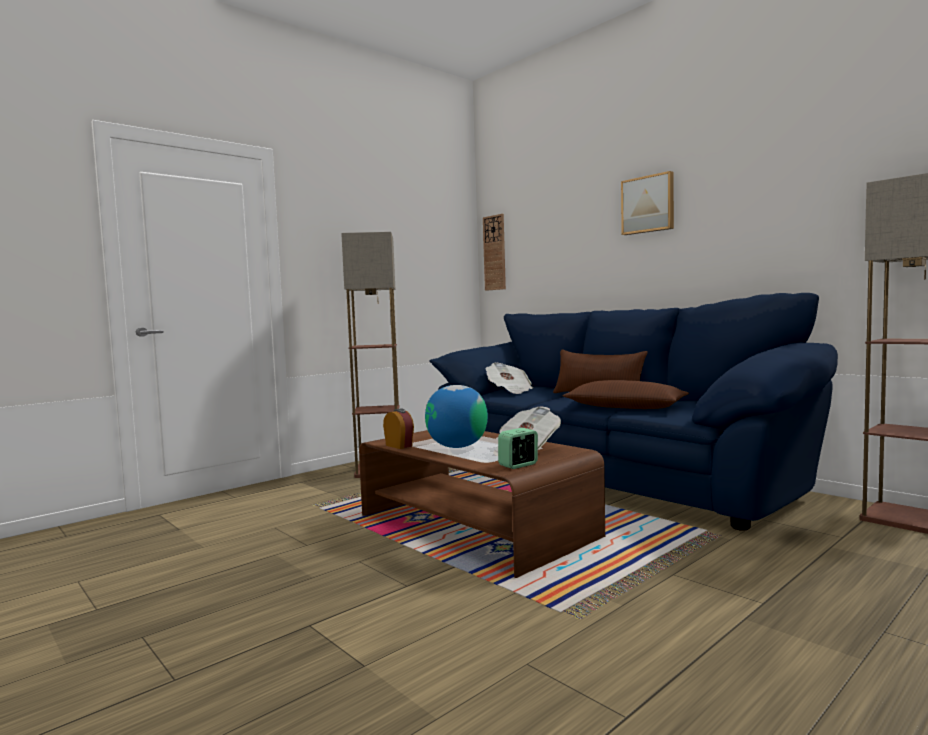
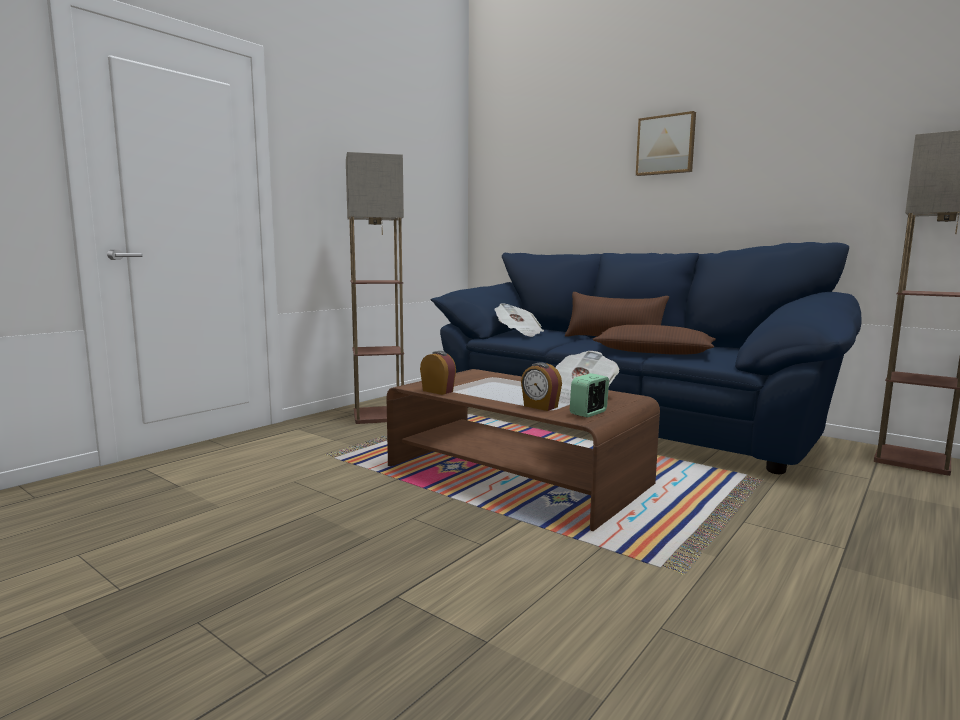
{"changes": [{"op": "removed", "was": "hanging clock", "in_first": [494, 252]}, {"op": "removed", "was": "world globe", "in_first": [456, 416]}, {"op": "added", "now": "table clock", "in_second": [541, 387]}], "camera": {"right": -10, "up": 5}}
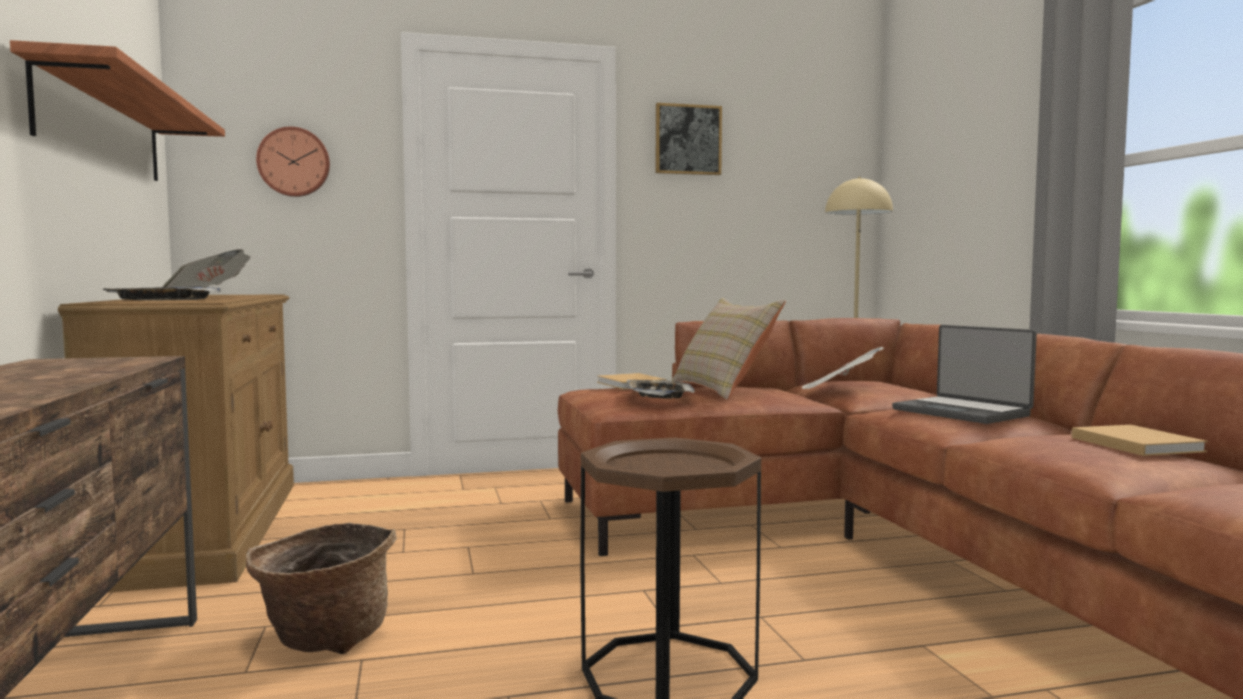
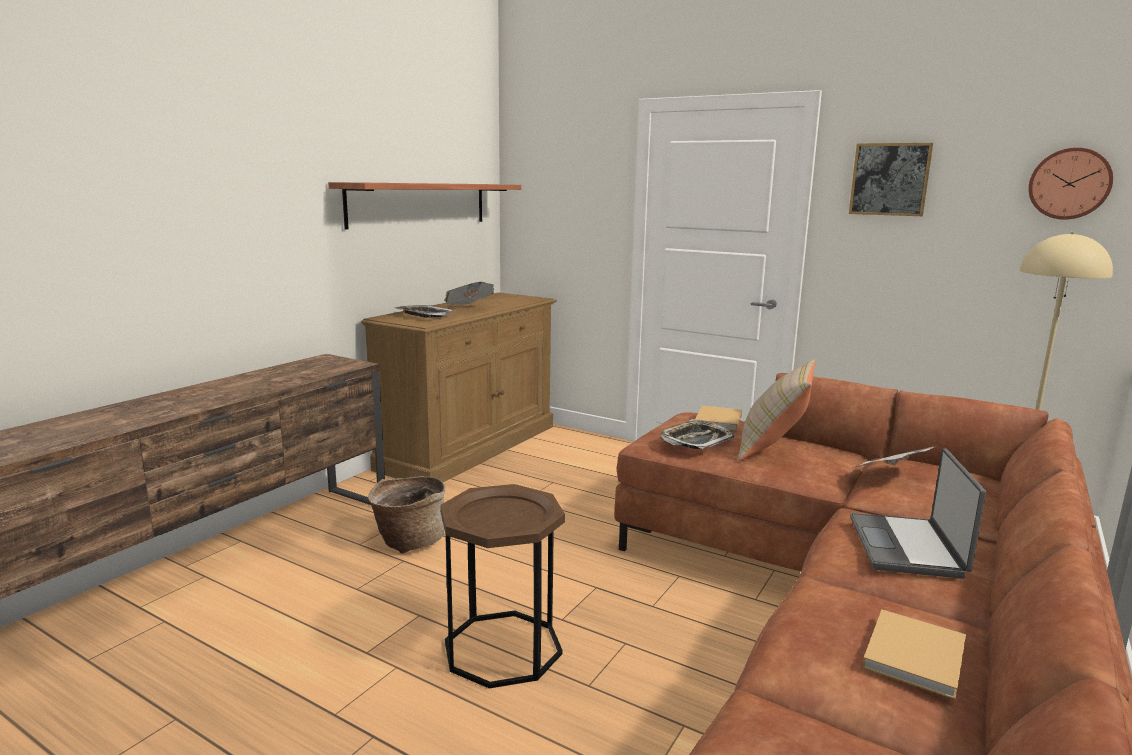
{"changes": [{"op": "moved", "was": "hanging clock", "in_first": [293, 162], "in_second": [1070, 183]}], "camera": {"right": 45, "up": 10}}
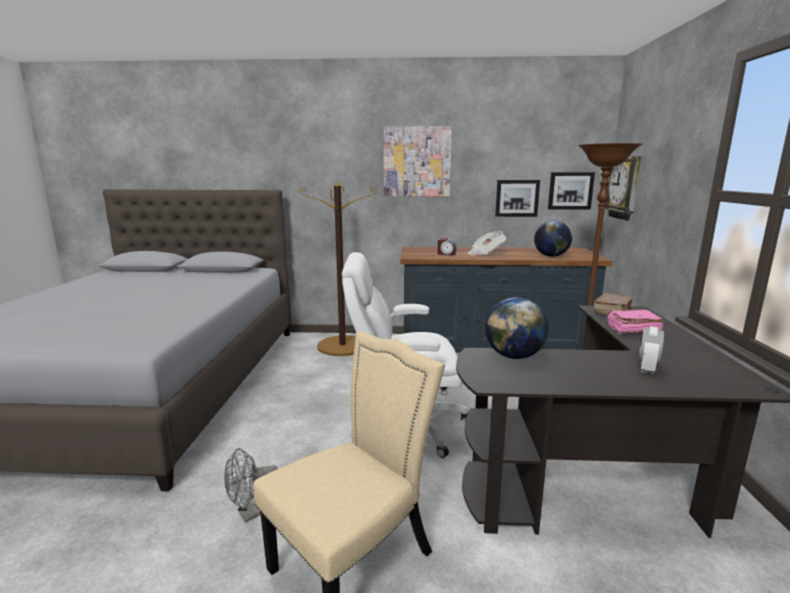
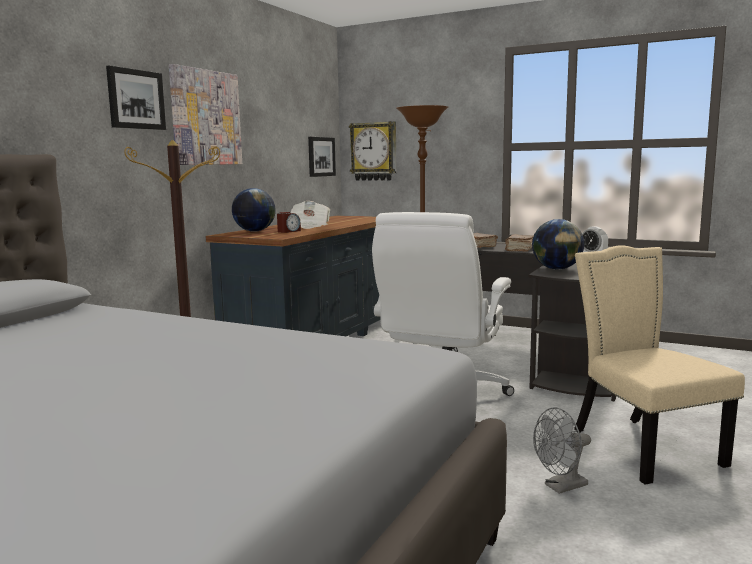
{"changes": [{"op": "moved", "was": "wall art", "in_first": [517, 198], "in_second": [136, 97]}, {"op": "moved", "was": "world globe", "in_first": [553, 238], "in_second": [254, 210]}, {"op": "recoloured", "was": "pink bound book", "now": "brown bound book", "in_first": [635, 322], "in_second": [519, 243]}, {"op": "turned", "was": "greyish electric fan", "in_first": [251, 485], "in_second": [562, 450], "clockwise": 75}], "camera": {"right": -65, "up": -5}}
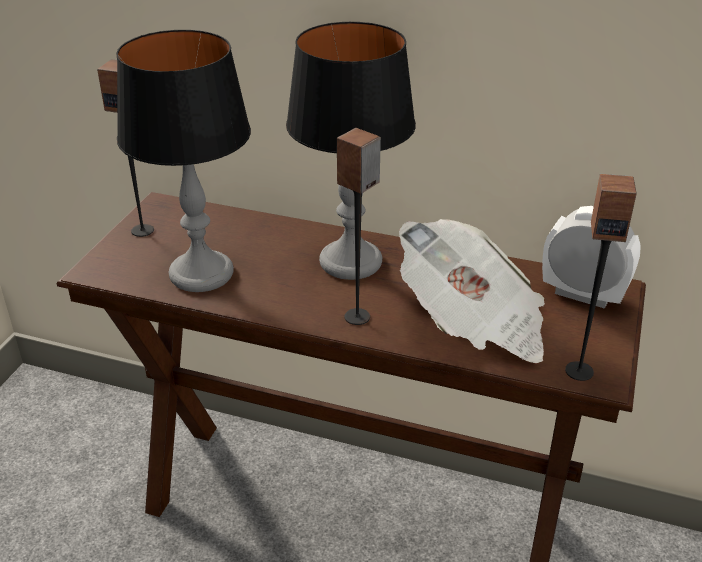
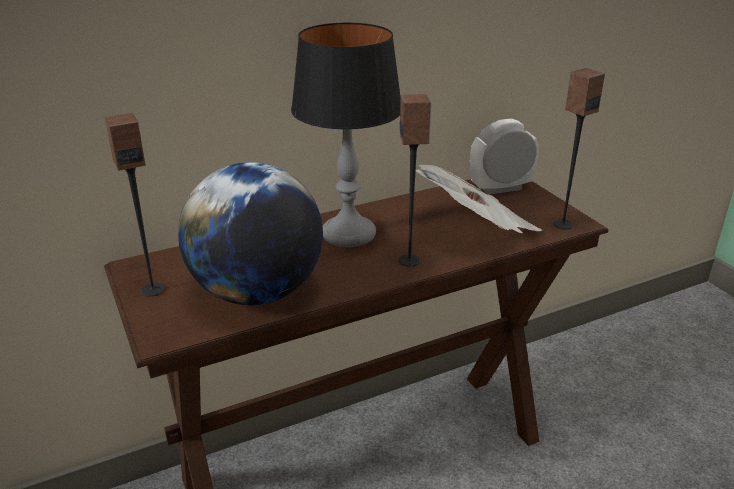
{"changes": [{"op": "replaced", "was": "table lamp", "now": "world globe", "in_first": [183, 161], "in_second": [250, 233]}], "camera": {"right": -45, "up": -5}}
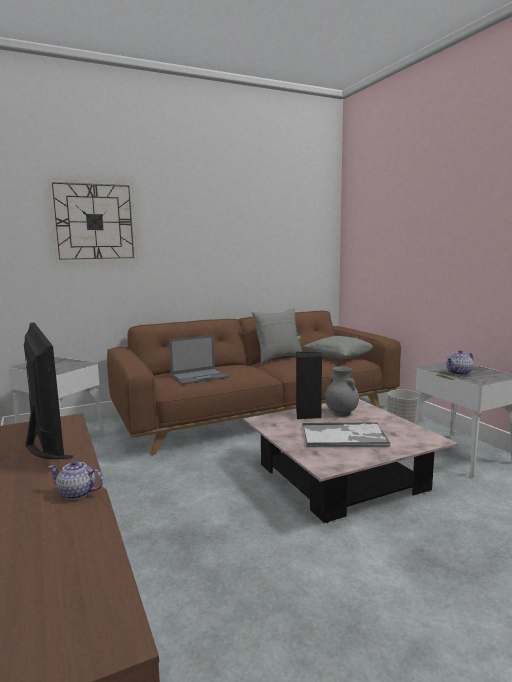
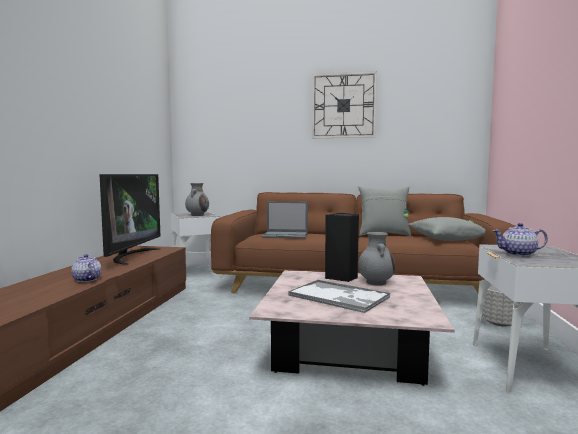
{"changes": [{"op": "moved", "was": "hanging clock", "in_first": [92, 221], "in_second": [344, 104]}, {"op": "added", "now": "greyish vase", "in_second": [197, 199]}], "camera": {"right": 35, "up": -5}}
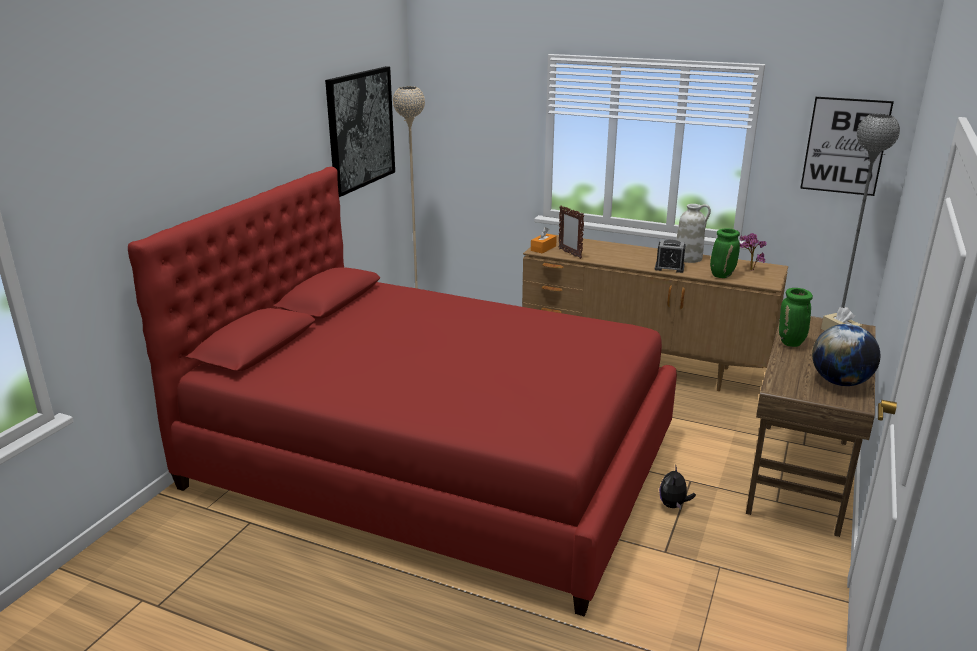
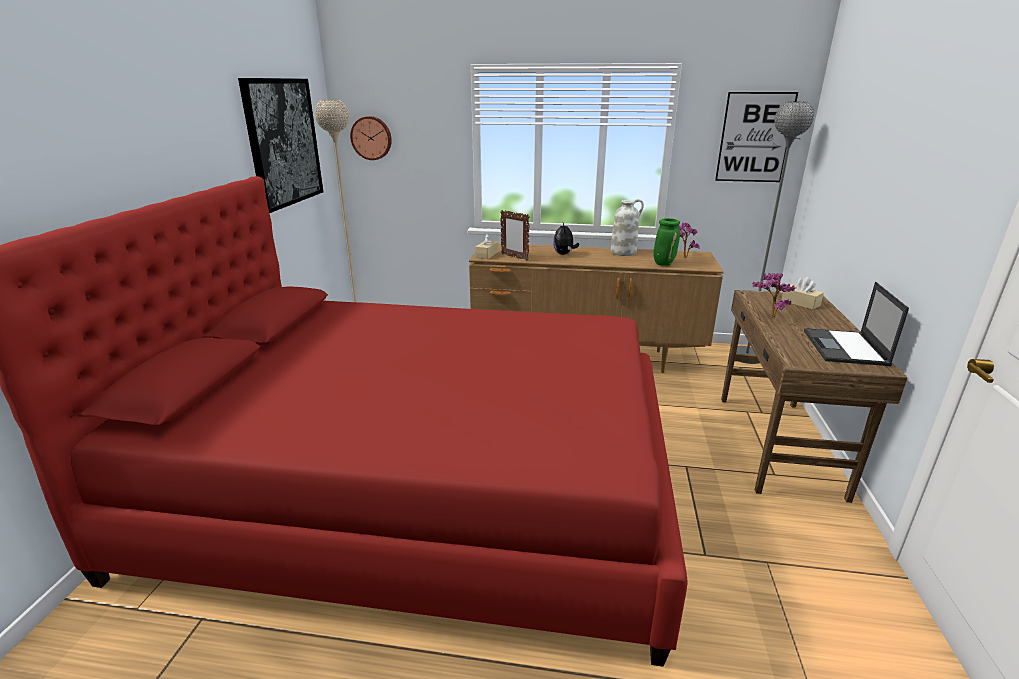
{"changes": [{"op": "recoloured", "was": "orange-coloured tissue box", "now": "beige-coloured tissue box", "in_first": [544, 240], "in_second": [486, 246]}, {"op": "removed", "was": "table clock", "in_first": [670, 256]}, {"op": "replaced", "was": "green-coloured vase", "now": "potted plant", "in_first": [796, 317], "in_second": [773, 295]}, {"op": "replaced", "was": "world globe", "now": "notebook computer", "in_first": [846, 355], "in_second": [856, 324]}, {"op": "moved", "was": "soft toy", "in_first": [677, 486], "in_second": [566, 239]}, {"op": "added", "now": "hanging clock", "in_second": [371, 138]}], "camera": {"right": -15, "up": 0}}
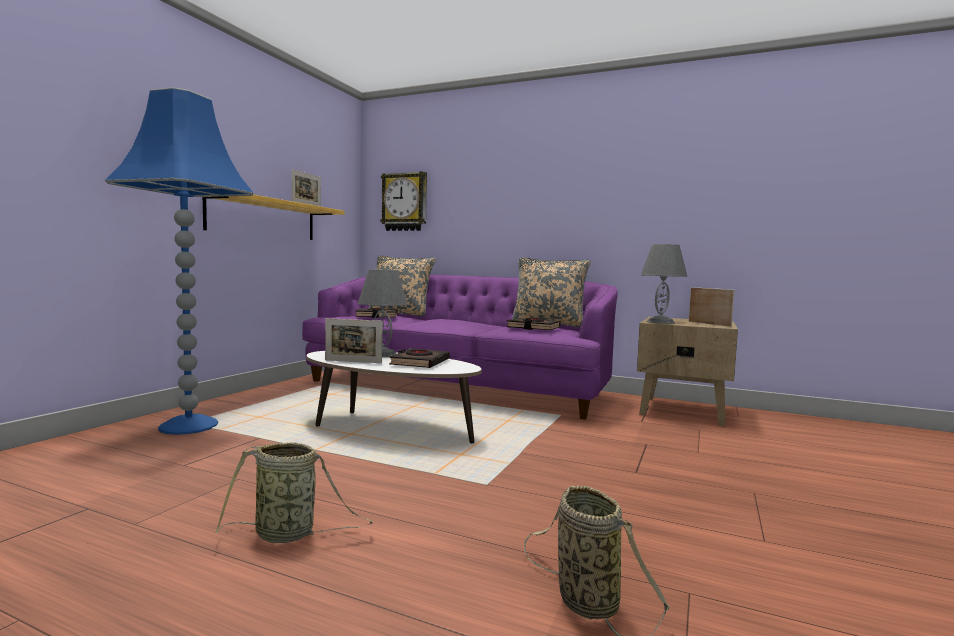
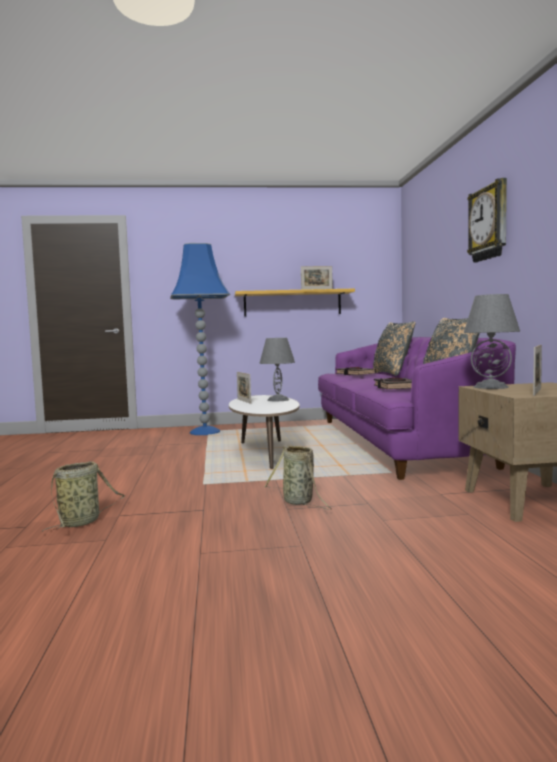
{"changes": [{"op": "moved", "was": "hanging clock", "in_first": [403, 201], "in_second": [487, 220]}, {"op": "removed", "was": "black bound book", "in_first": [419, 358]}, {"op": "moved", "was": "basket", "in_first": [294, 492], "in_second": [298, 477]}], "camera": {"right": 60, "up": 0}}
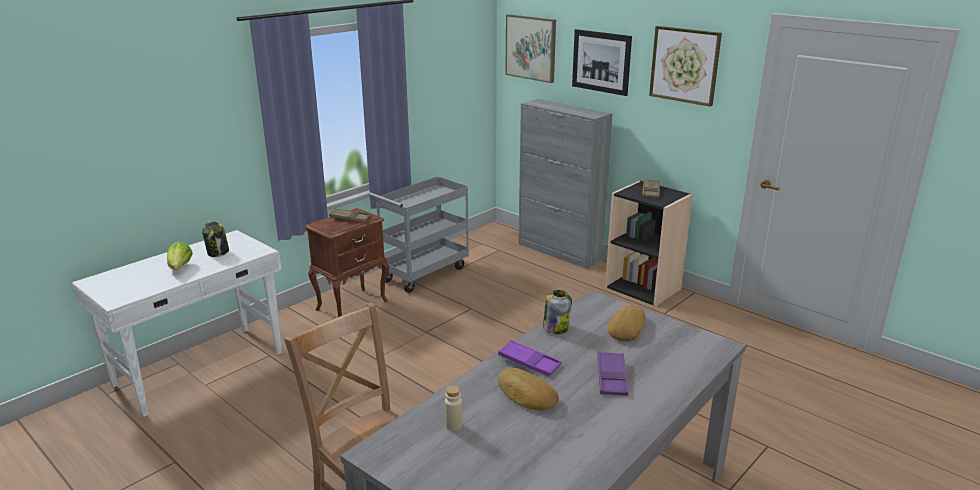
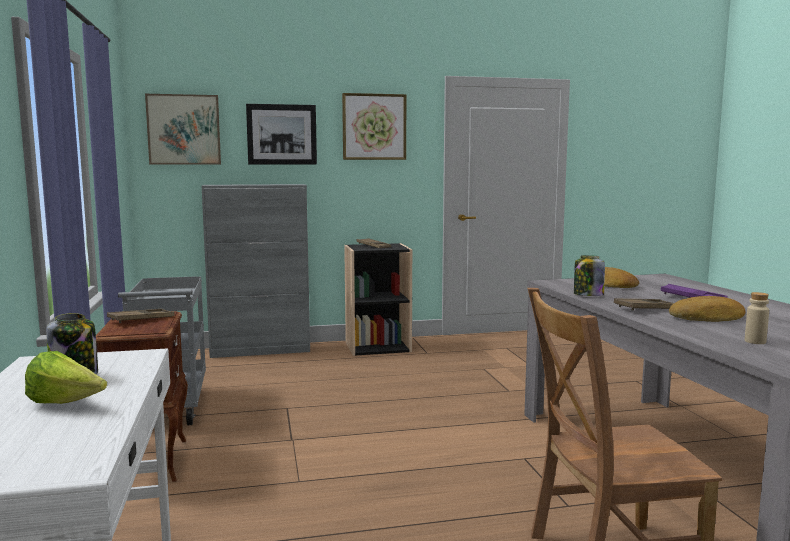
{"changes": [{"op": "recoloured", "was": "purple-coloured serving tray", "now": "brown serving tray", "in_first": [529, 358], "in_second": [644, 304]}], "camera": {"right": -55, "up": -15}}
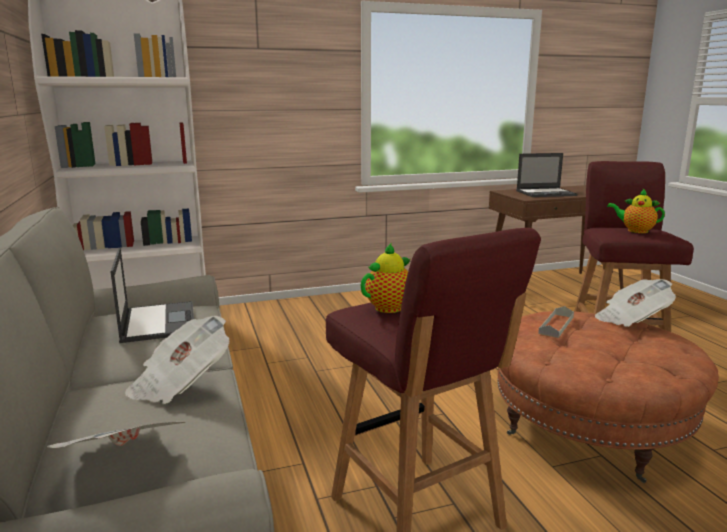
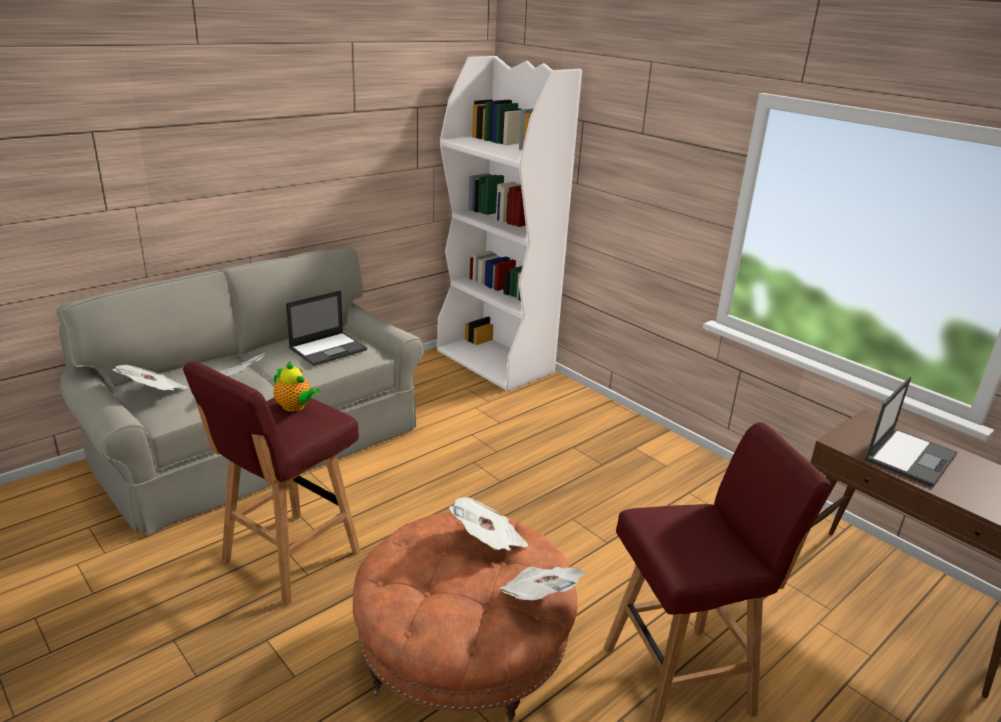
{"changes": [{"op": "turned", "was": "notebook computer", "in_first": [547, 175], "in_second": [911, 432], "clockwise": -105}, {"op": "removed", "was": "pot for tea", "in_first": [636, 211]}, {"op": "replaced", "was": "greyish serving tray", "now": "daily paper", "in_first": [556, 322], "in_second": [488, 524]}], "camera": {"right": 65, "up": 10}}
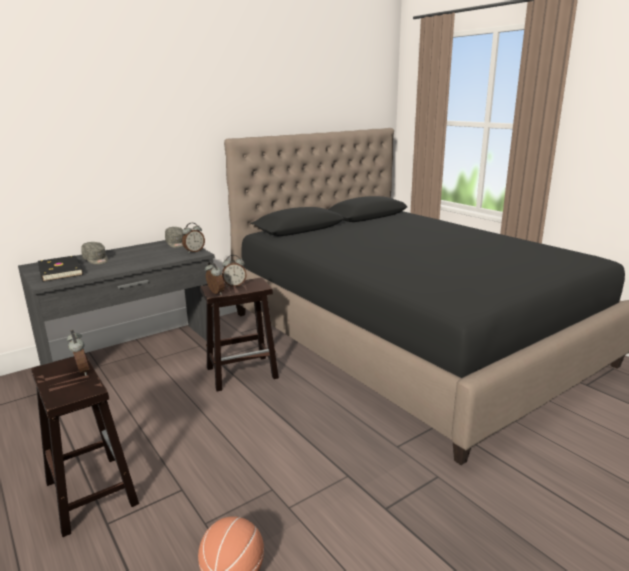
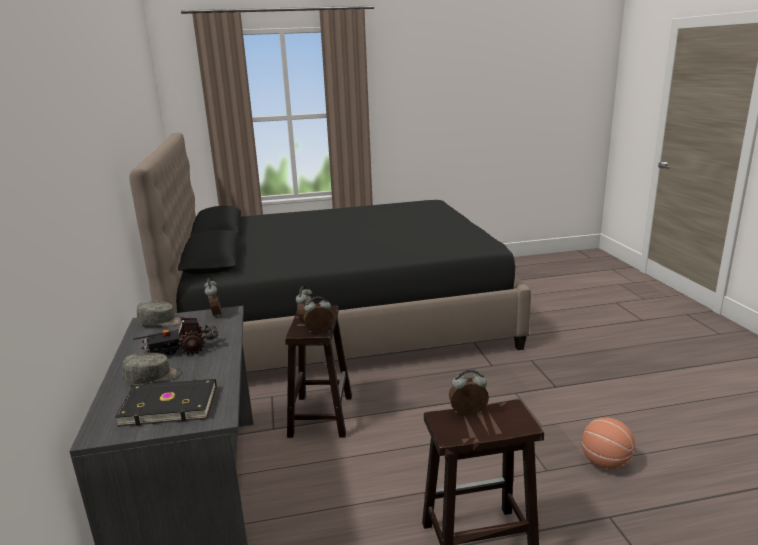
{"changes": [{"op": "added", "now": "model truck", "in_second": [175, 336]}], "camera": {"right": -65, "up": 0}}
